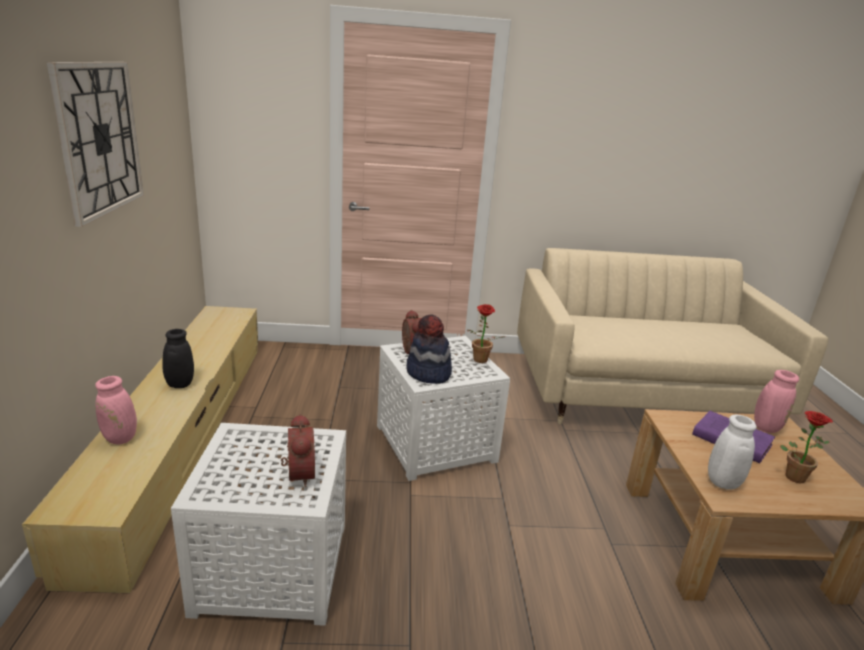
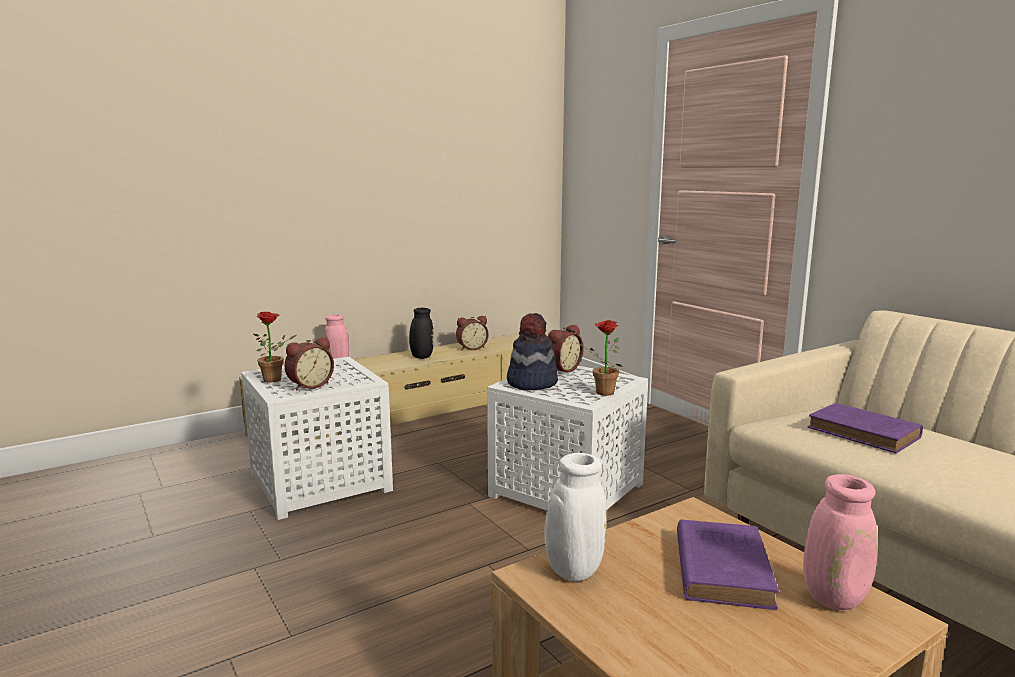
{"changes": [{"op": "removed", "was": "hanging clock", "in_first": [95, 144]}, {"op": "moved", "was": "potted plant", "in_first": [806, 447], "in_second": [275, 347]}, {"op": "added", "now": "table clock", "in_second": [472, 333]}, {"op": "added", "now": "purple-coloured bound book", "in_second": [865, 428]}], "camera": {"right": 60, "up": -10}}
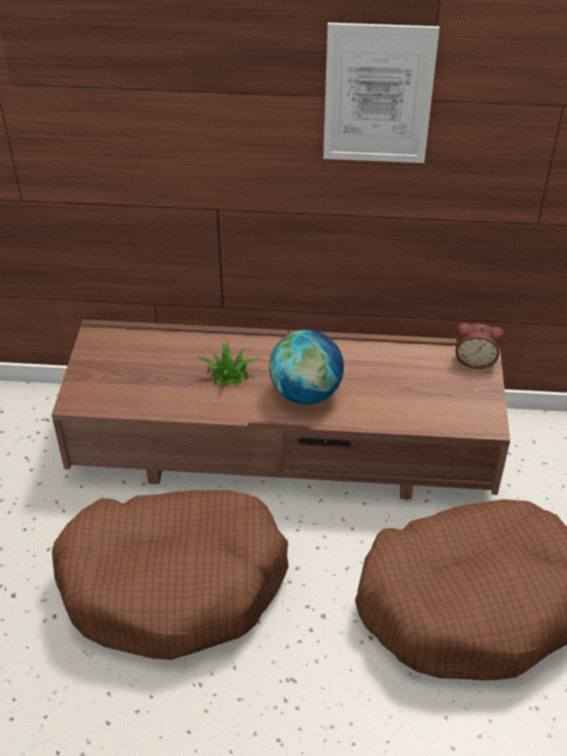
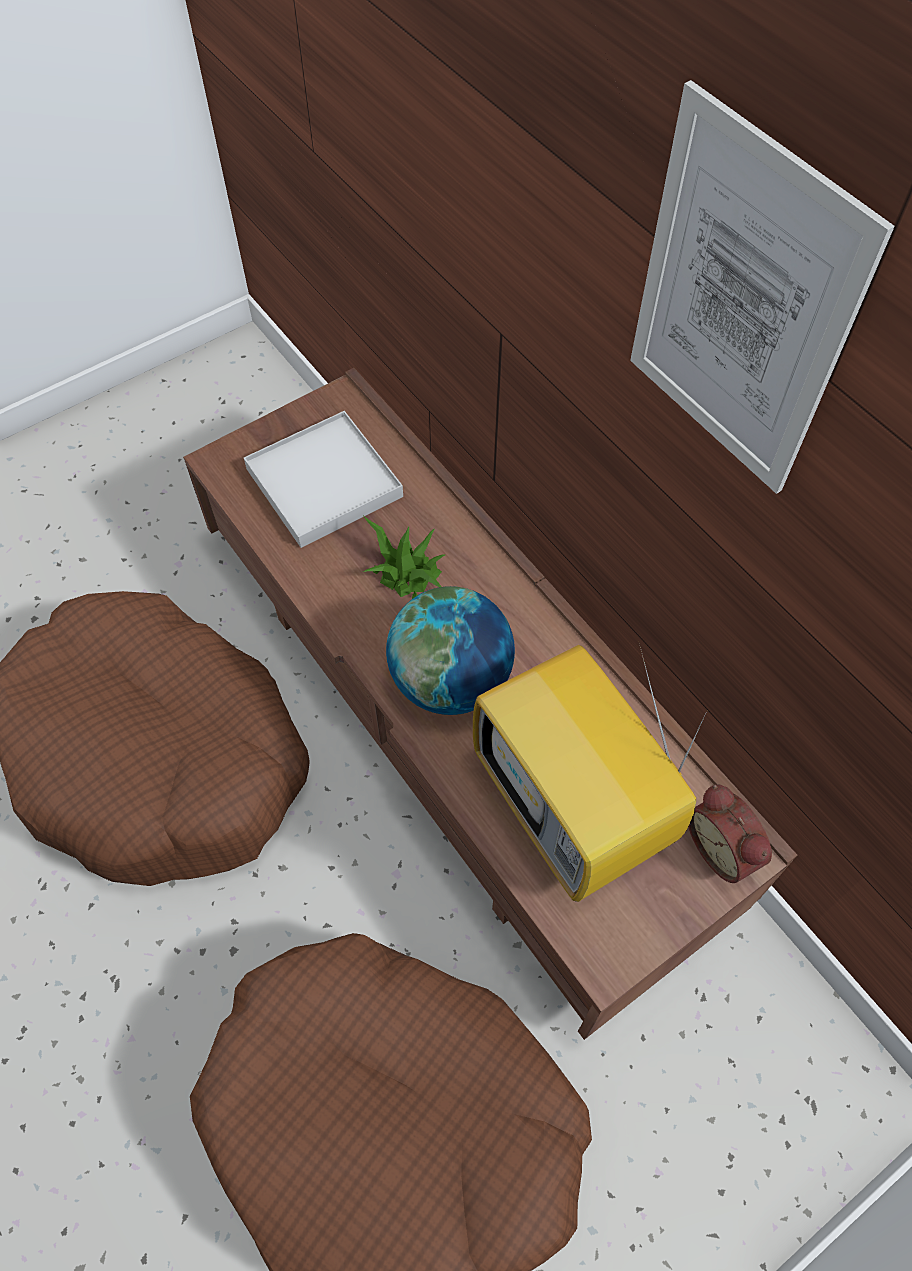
{"changes": [{"op": "added", "now": "white serving tray", "in_second": [323, 479]}, {"op": "added", "now": "television", "in_second": [591, 772]}], "camera": {"right": 50, "up": 15}}
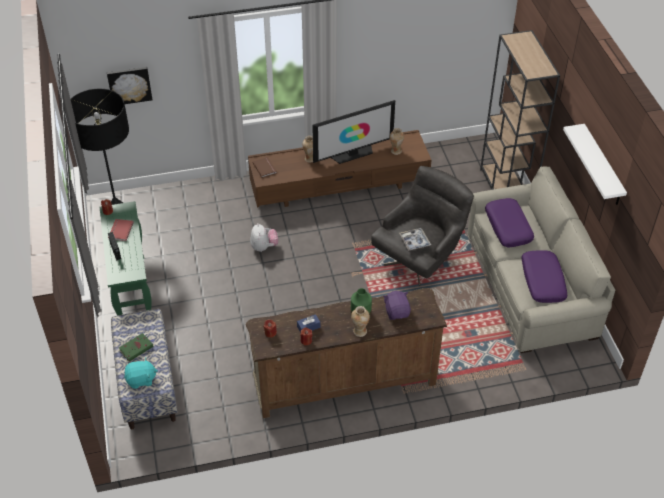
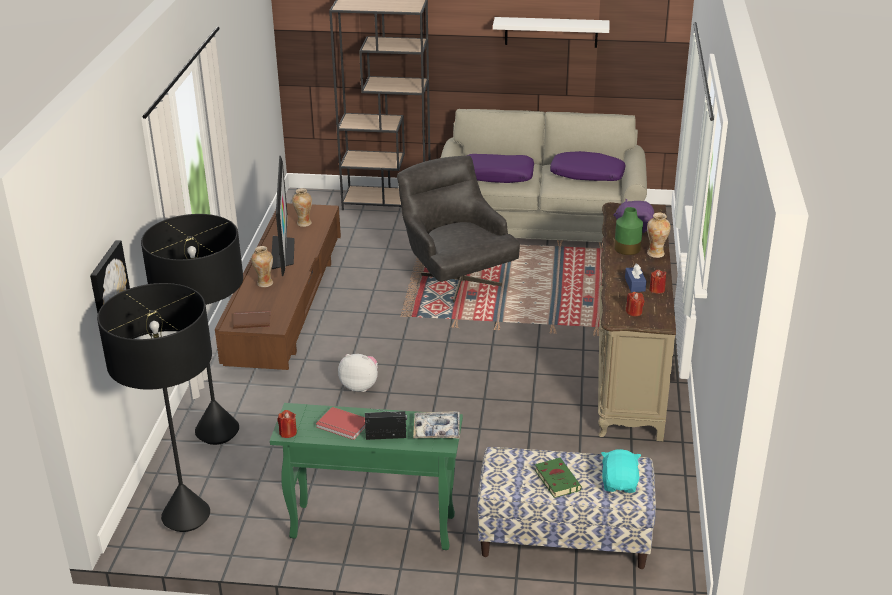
{"changes": [{"op": "moved", "was": "serving tray", "in_first": [415, 239], "in_second": [436, 425]}, {"op": "added", "now": "black standard lamp", "in_second": [192, 329]}], "camera": {"right": -70, "up": -15}}
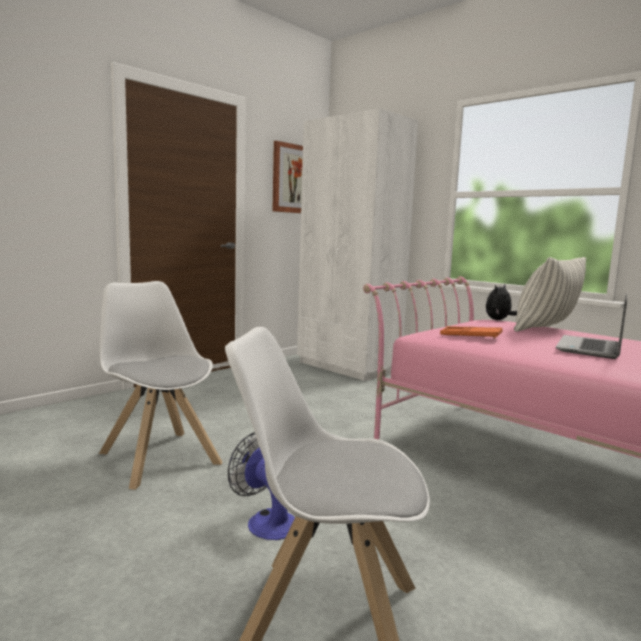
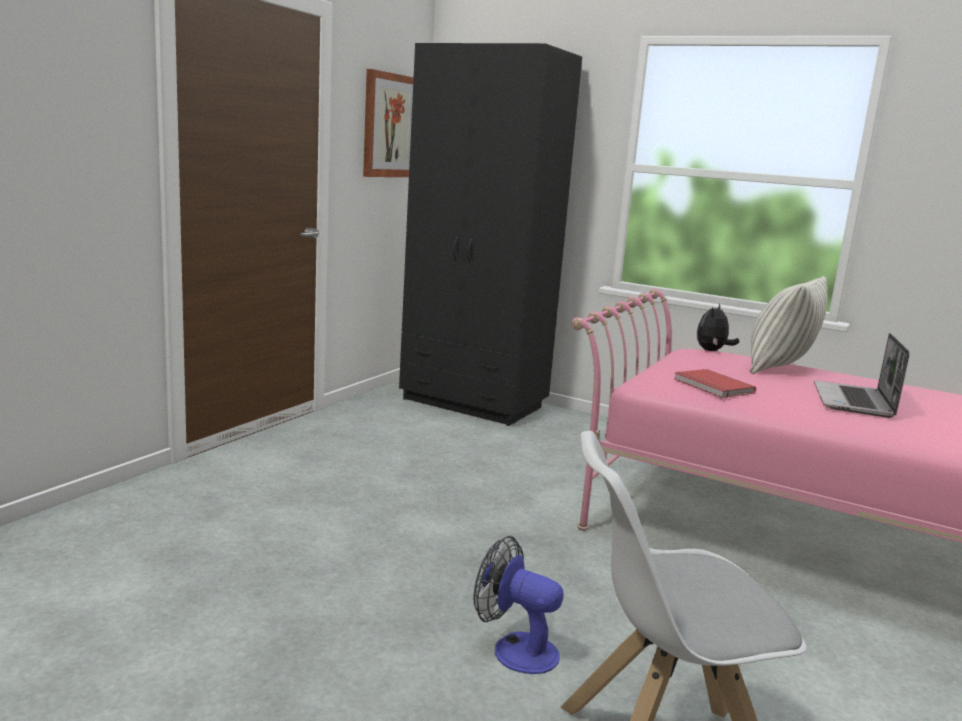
{"changes": [{"op": "recoloured", "was": "white wardrobe", "now": "black wardrobe", "in_first": [357, 244], "in_second": [490, 234]}, {"op": "removed", "was": "upright chair", "in_first": [160, 385]}, {"op": "replaced", "was": "orange-coloured serving tray", "now": "red-coloured bound book", "in_first": [471, 332], "in_second": [715, 383]}], "camera": {"right": -15, "up": 5}}
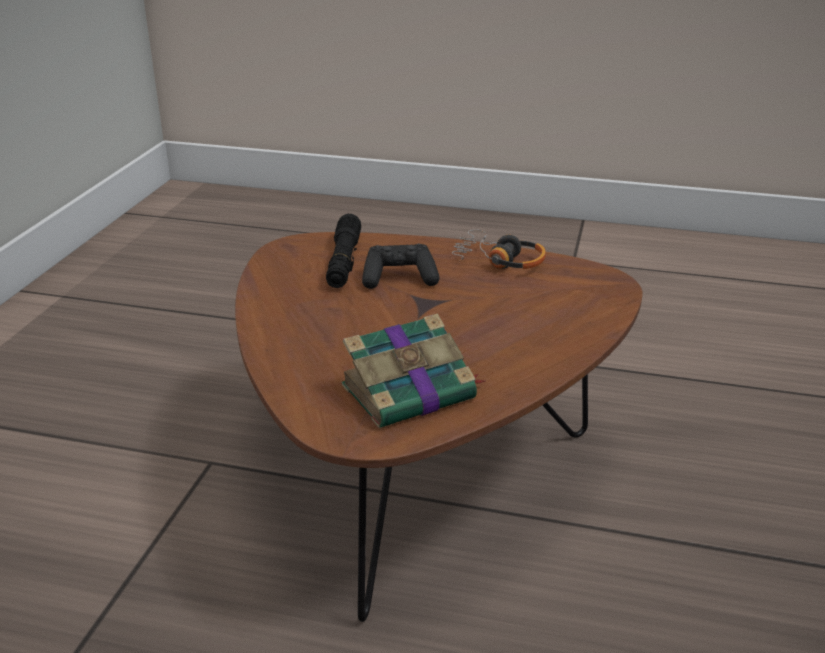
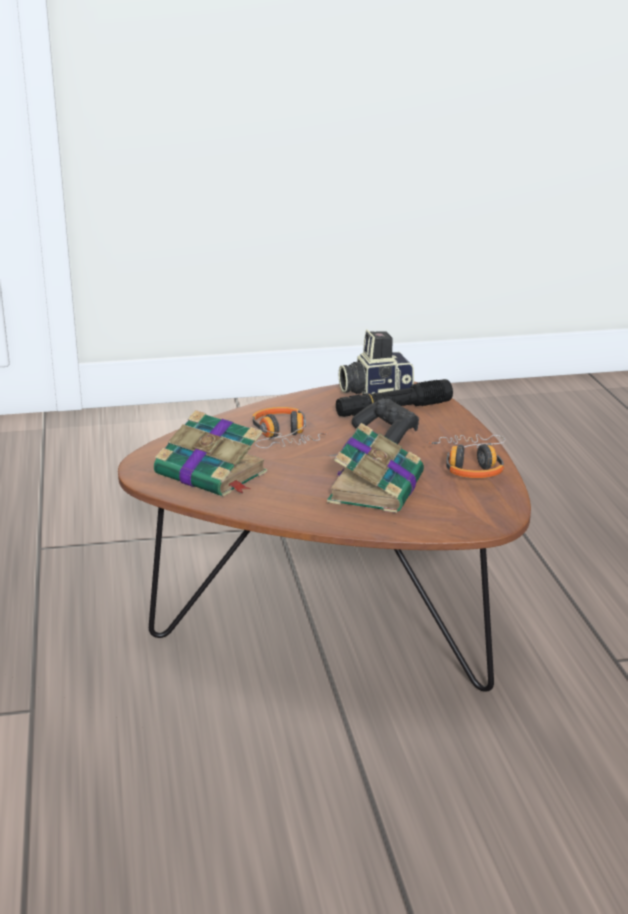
{"changes": [{"op": "added", "now": "still camera", "in_second": [376, 362]}, {"op": "added", "now": "headphones", "in_second": [290, 427]}, {"op": "added", "now": "bound book", "in_second": [375, 468]}], "camera": {"right": 65, "up": -5}}
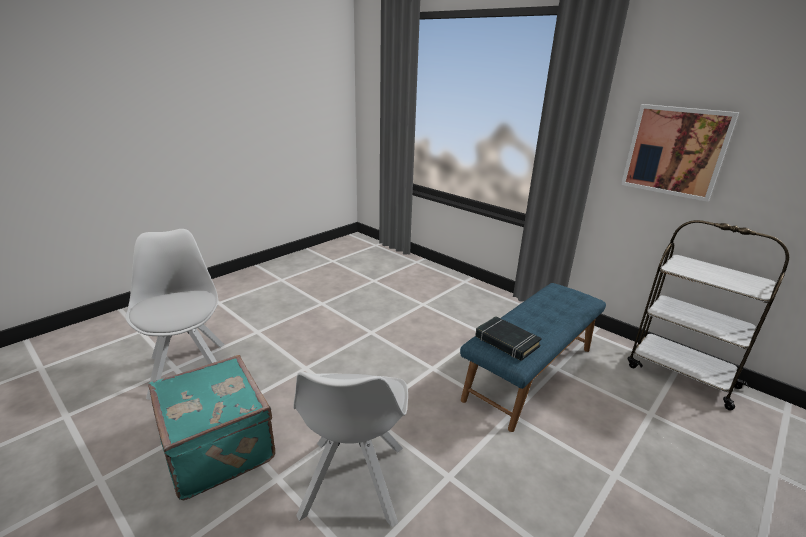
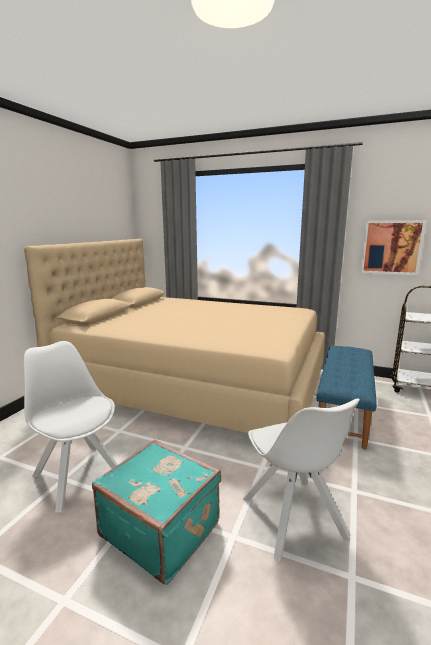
{"changes": [{"op": "removed", "was": "black bound book", "in_first": [508, 338]}, {"op": "added", "now": "beige-coloured bed", "in_second": [174, 336]}], "camera": {"right": -20, "up": -10}}
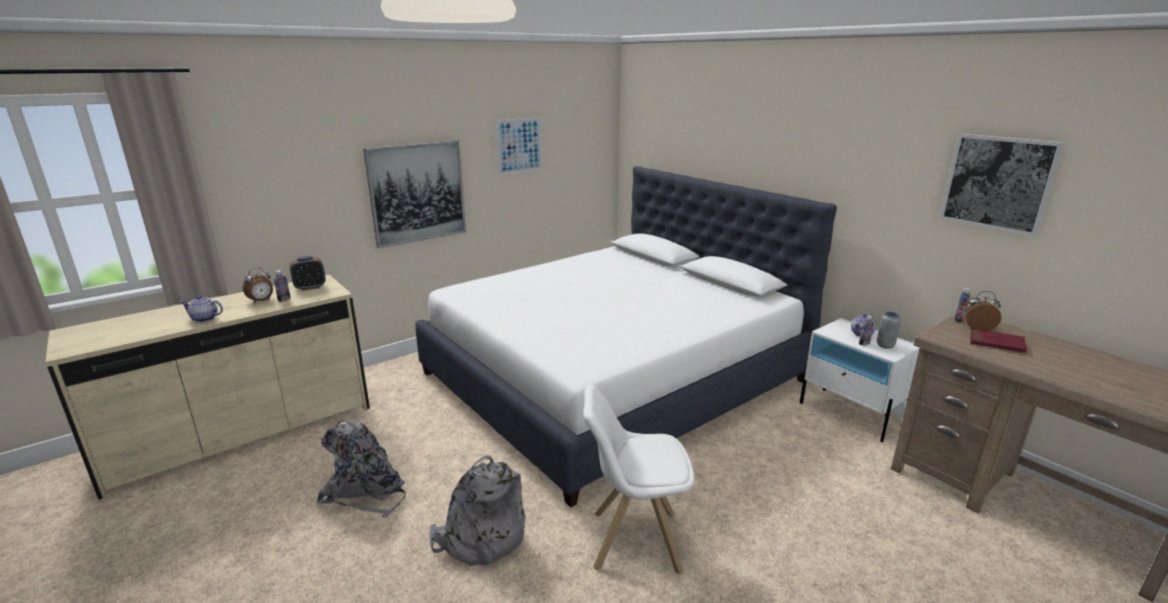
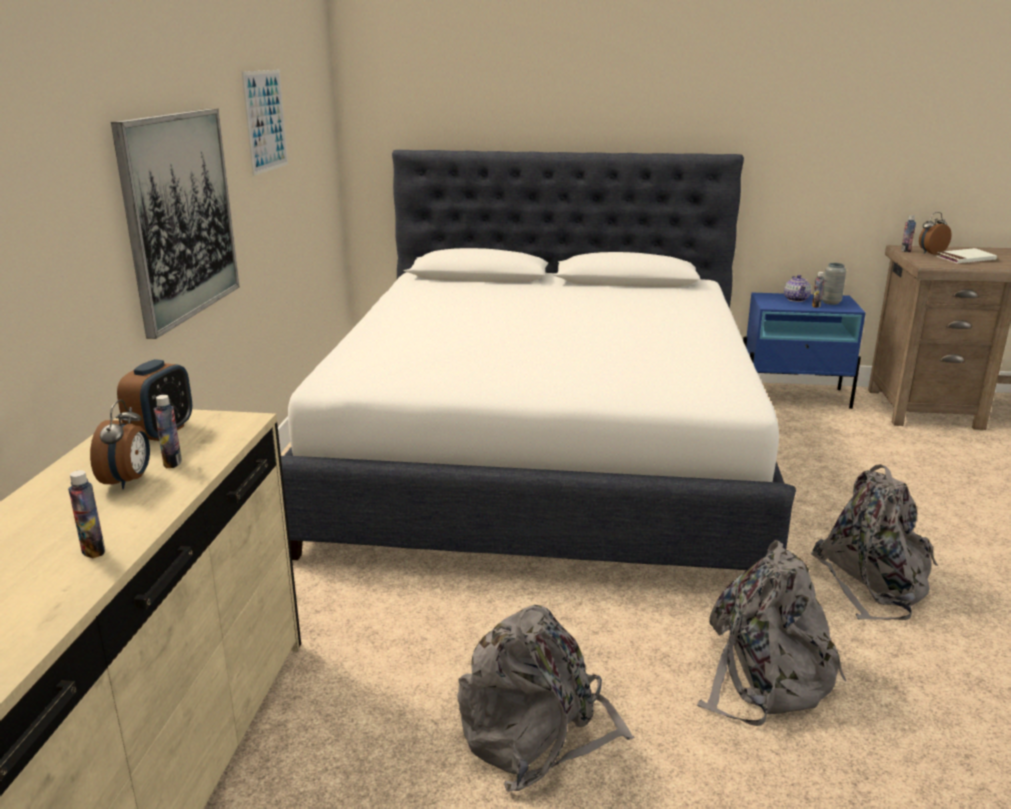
{"changes": [{"op": "removed", "was": "wall art", "in_first": [1002, 185]}, {"op": "replaced", "was": "pot for tea", "now": "bottle", "in_first": [202, 309], "in_second": [86, 514]}, {"op": "recoloured", "was": "white nightstand", "now": "bluish nightstand", "in_first": [860, 380], "in_second": [804, 351]}, {"op": "recoloured", "was": "red-coloured bound book", "now": "white bound book", "in_first": [998, 341], "in_second": [967, 256]}, {"op": "replaced", "was": "white upright chair", "now": "greyish knapsack", "in_first": [638, 480], "in_second": [874, 542]}], "camera": {"right": -45, "up": 0}}
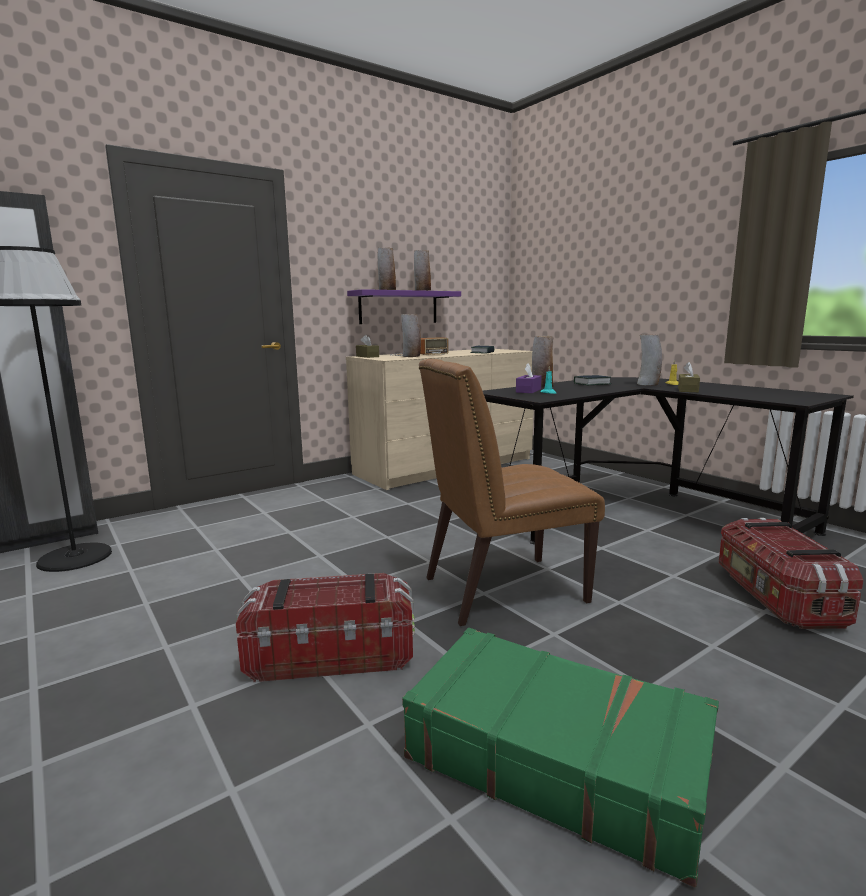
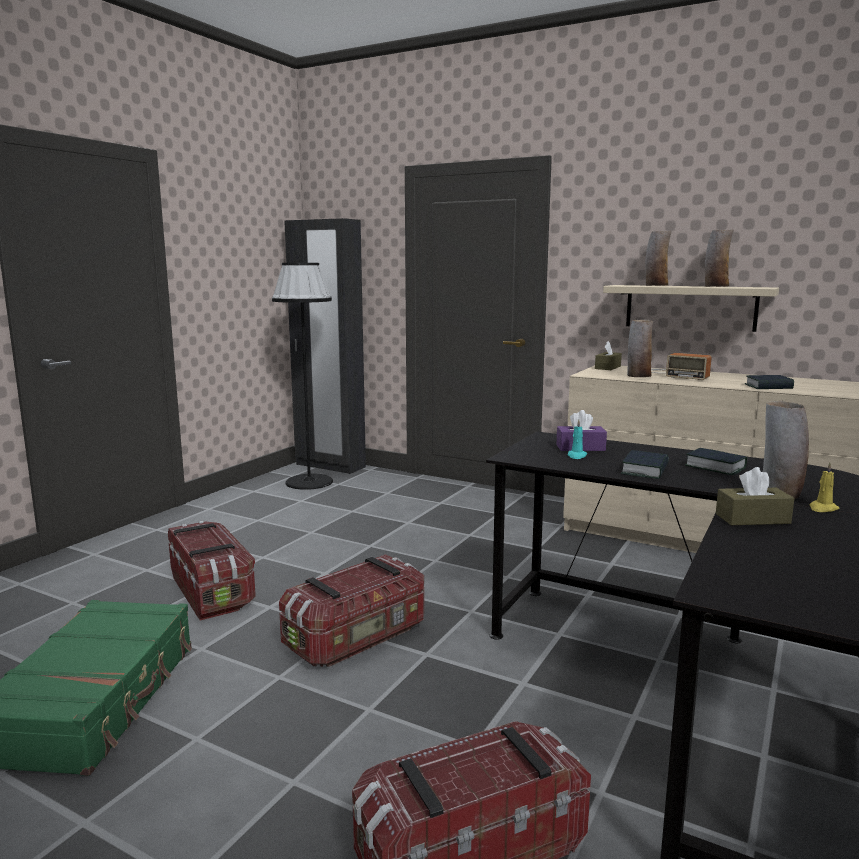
{"changes": [{"op": "recoloured", "was": "purple-coloured bracket shelf", "now": "beige-coloured bracket shelf", "in_first": [404, 306], "in_second": [691, 308]}, {"op": "removed", "was": "vase", "in_first": [543, 362]}, {"op": "replaced", "was": "brown upright chair", "now": "storage box", "in_first": [512, 492], "in_second": [351, 610]}, {"op": "added", "now": "bound book", "in_second": [645, 464]}], "camera": {"right": 65, "up": 0}}
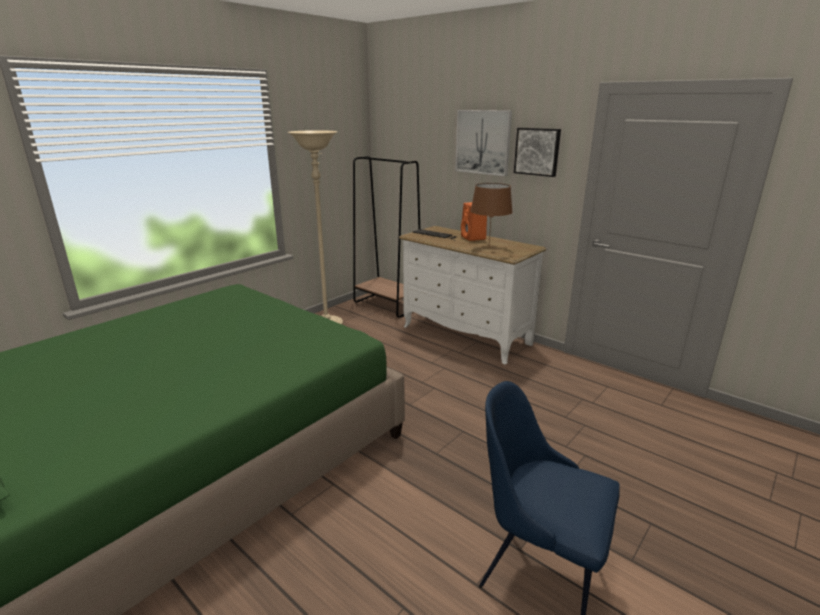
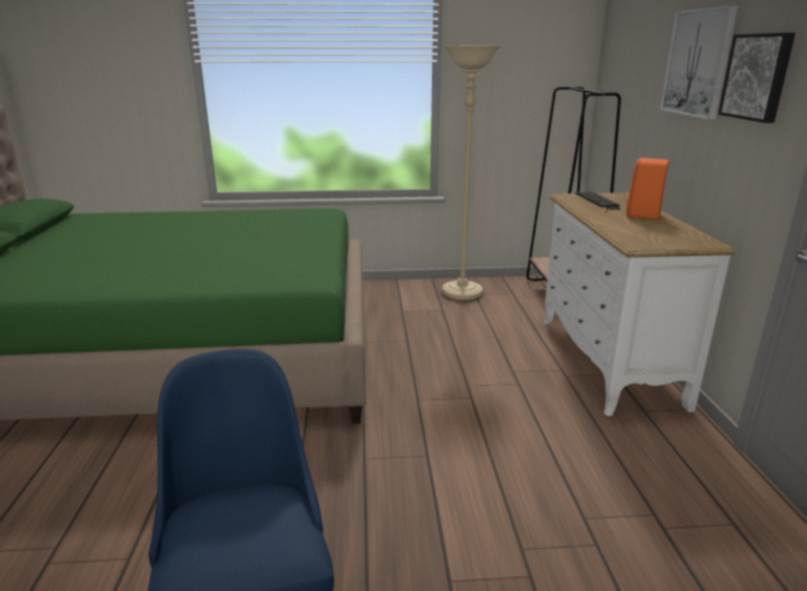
{"changes": [{"op": "removed", "was": "brown table lamp", "in_first": [491, 214]}], "camera": {"right": 45, "up": 0}}
